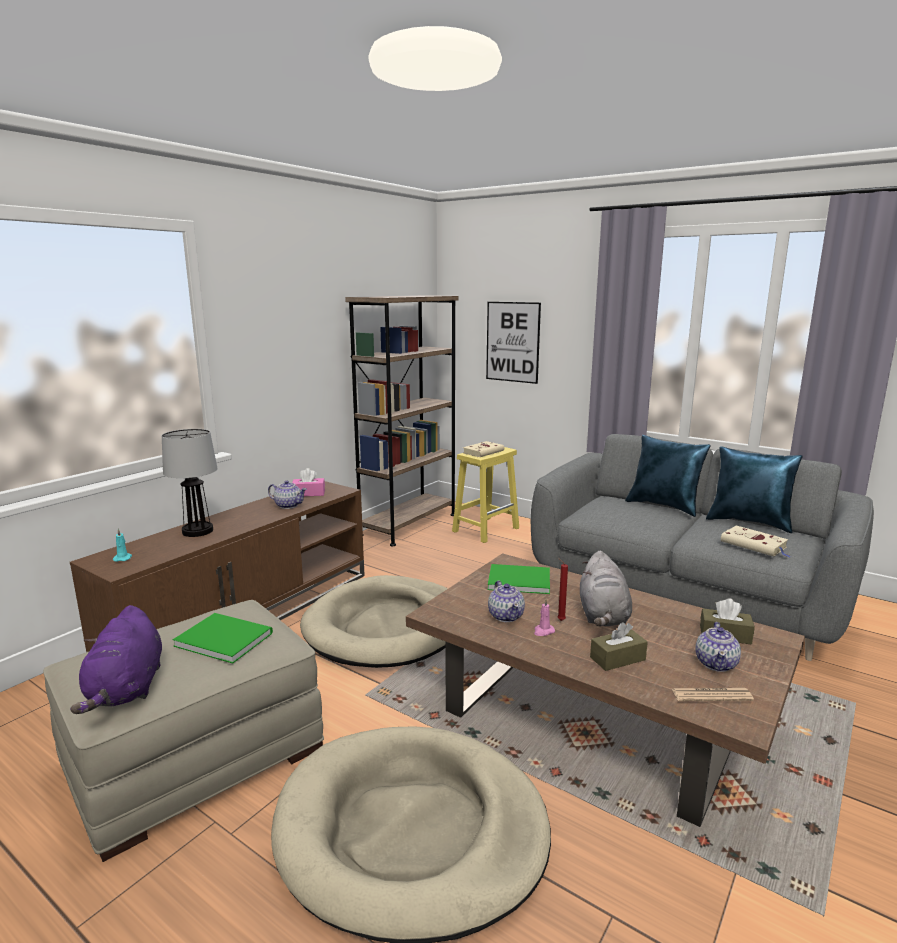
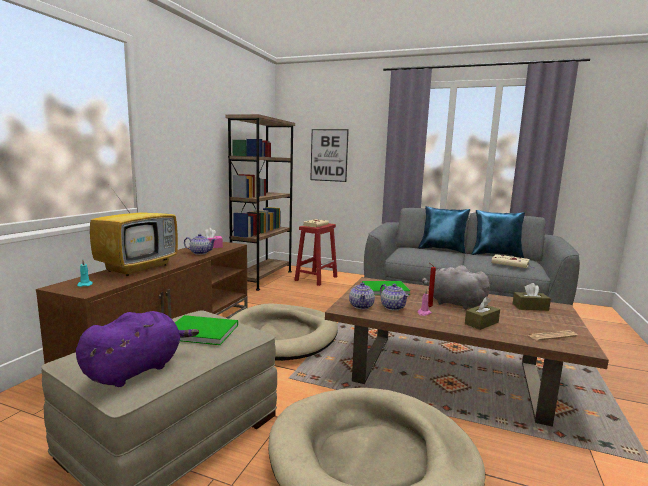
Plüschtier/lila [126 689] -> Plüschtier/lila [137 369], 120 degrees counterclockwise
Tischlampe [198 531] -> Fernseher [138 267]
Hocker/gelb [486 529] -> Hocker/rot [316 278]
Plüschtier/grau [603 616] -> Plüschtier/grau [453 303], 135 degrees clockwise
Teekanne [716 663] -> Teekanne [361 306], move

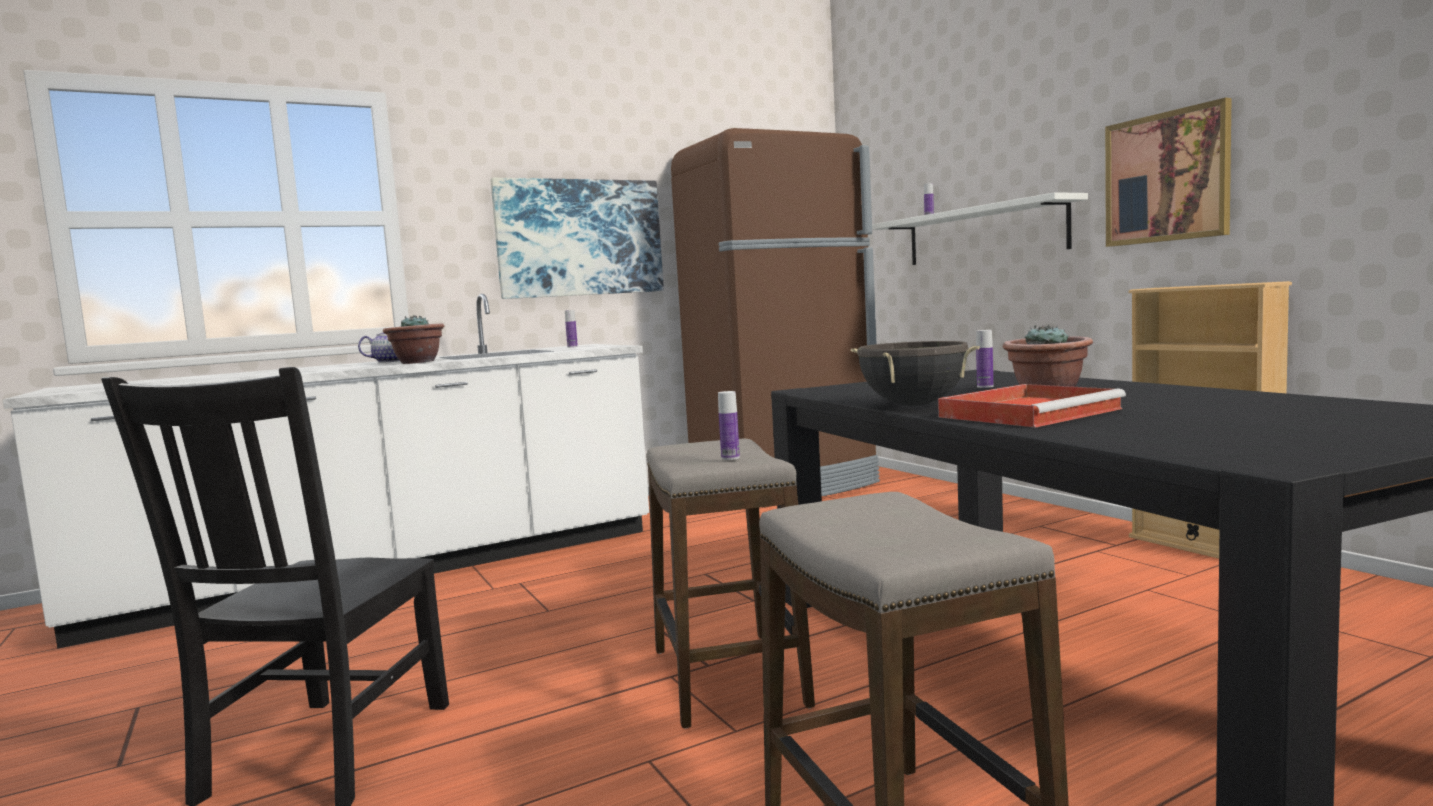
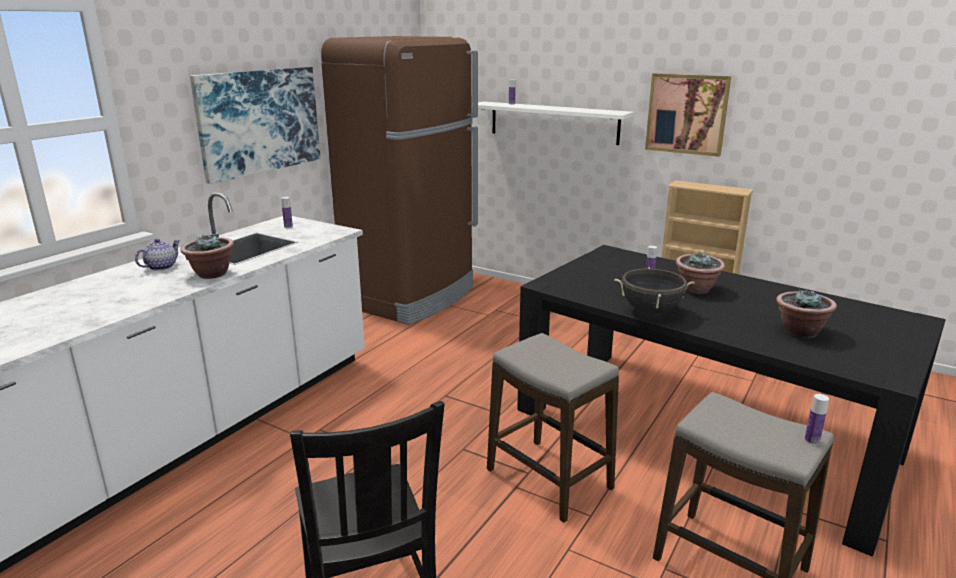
Flasche [730 458] -> Flasche [812 440], move
Tablett/rot [1030 412] -> none
none -> Topfpflanze [799 331]

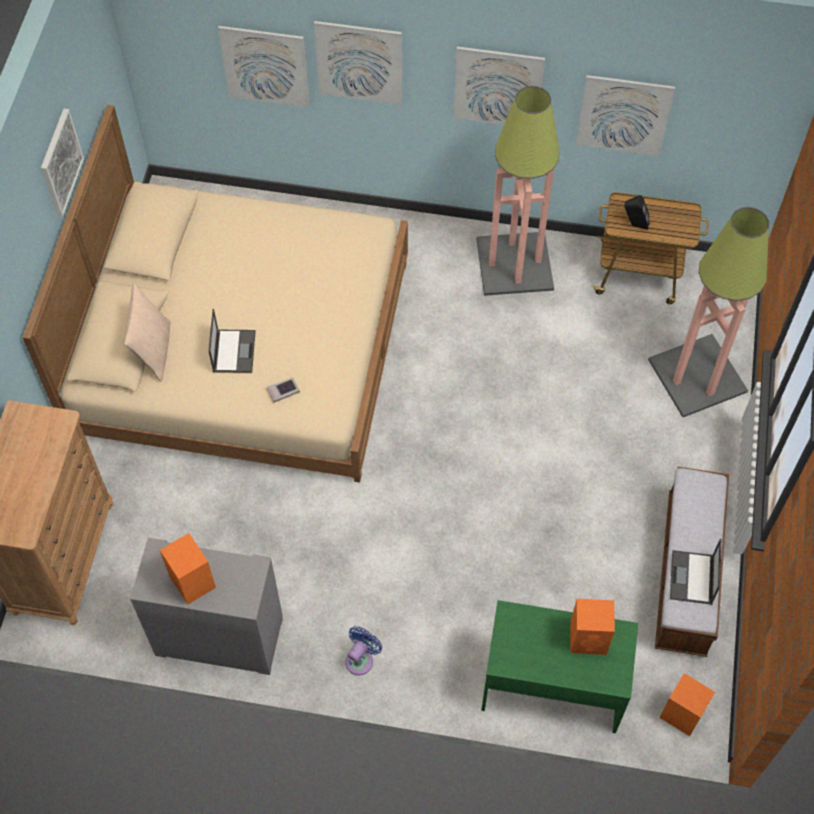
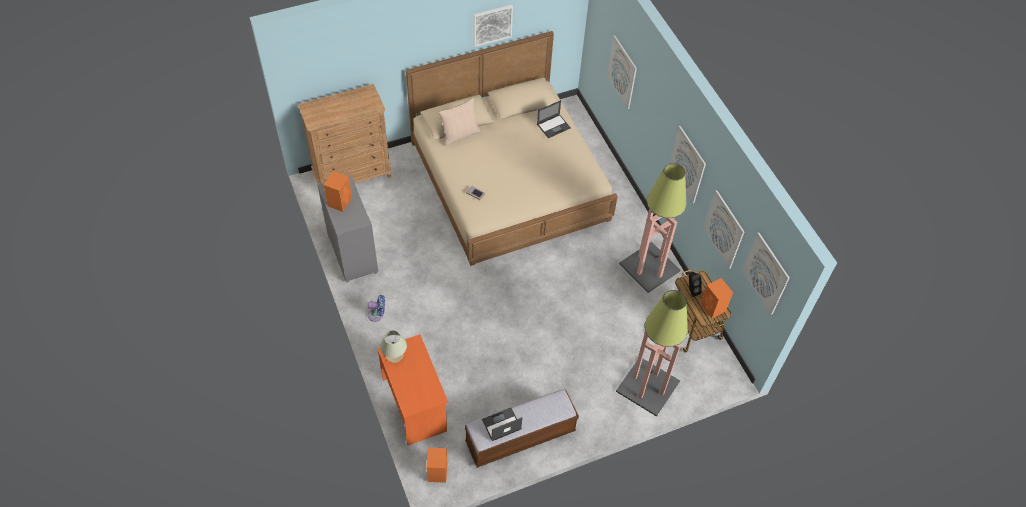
Laptop [234 351] -> Laptop [553 126], move
Bild [359 62] -> Bild [766 273], move
Schreibtisch/grün [552 686] -> Schreibtisch/orange [415 404]
Lautsprecher/orange [589 638] -> Lautsprecher/orange [713 308], move
none -> Tischlampe/beige [394 355]

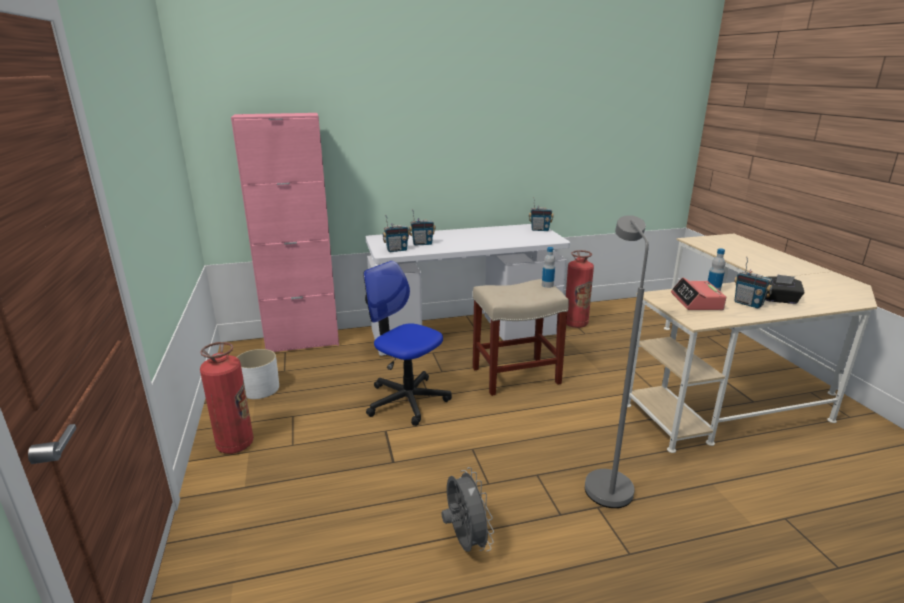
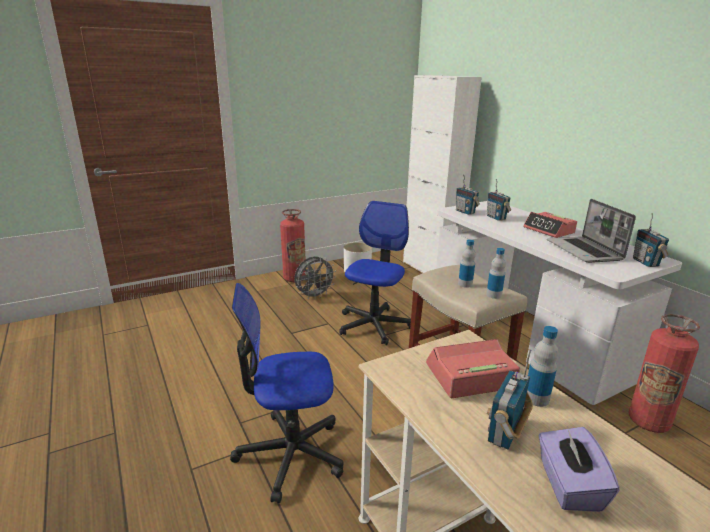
Schrank/rosa [303 342] -> Schrank/weiß [430 269]
Ventilator/grau [465 541] -> Ventilator/grau [314 296], move
Stehlampe/grau [606 481] -> Bürostuhl [290 453]
Taschentuchbox/schwarz [779 300] -> Taschentuchbox/lila [568 485]
none -> Flasche [465 284]
none -> Wecker [549 230]
none -> Laptop [585 251]

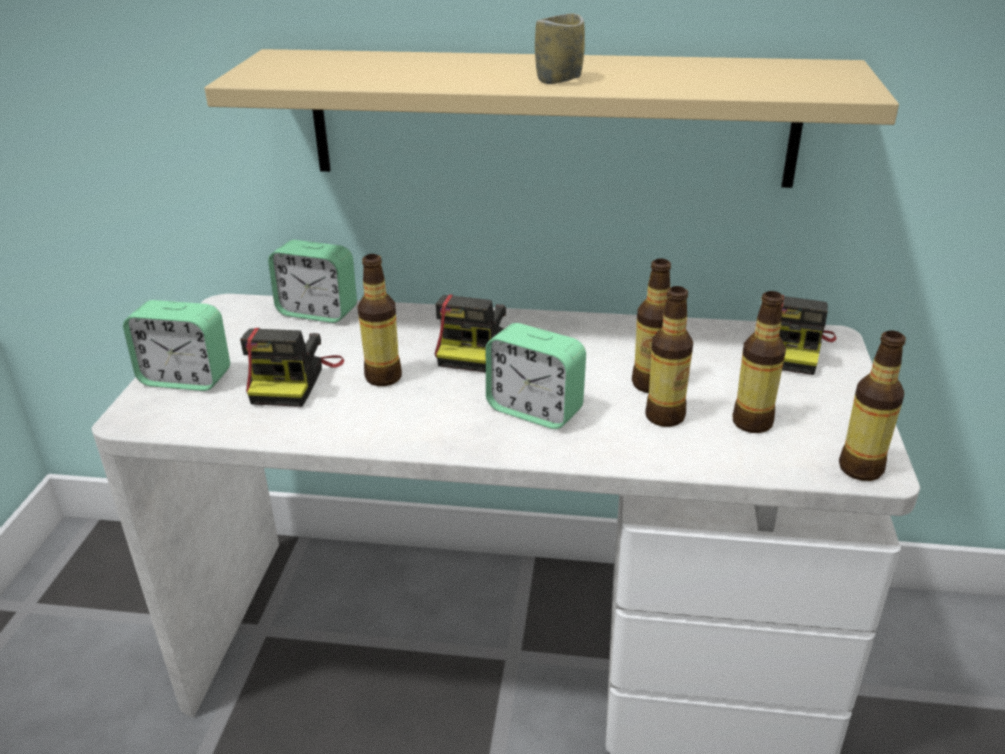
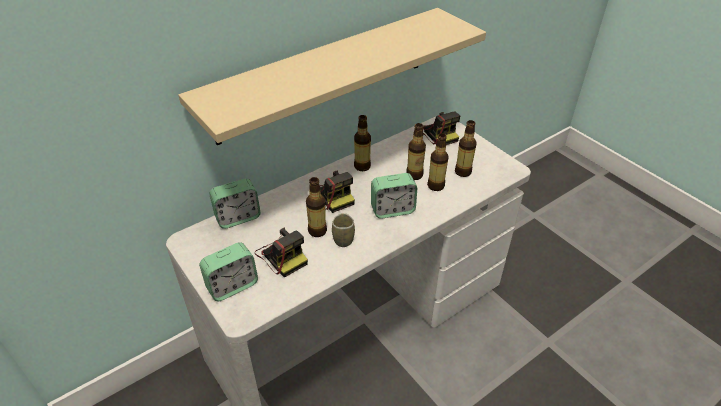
Tasse [559 79] -> Tasse [343 240], move
Flasche [860 468] -> Flasche [362 166], move

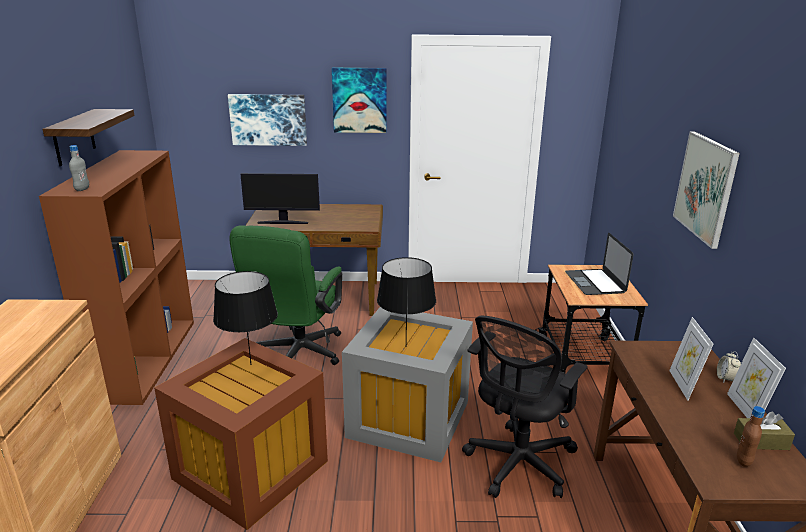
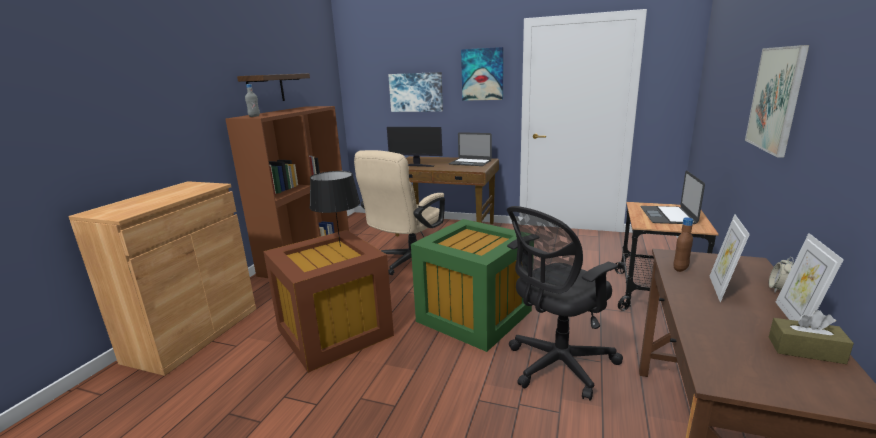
Bürostuhl/grün [296 356] -> Bürostuhl/beige [408 263]
Aufbewahrungsbox/grau [411 418] -> Aufbewahrungsbox/grün [476 316]
Tischlampe/schwarz [405 346] -> none
Flasche/braun [744 461] -> Flasche/braun [680 269], move
none -> Laptop [470 162]

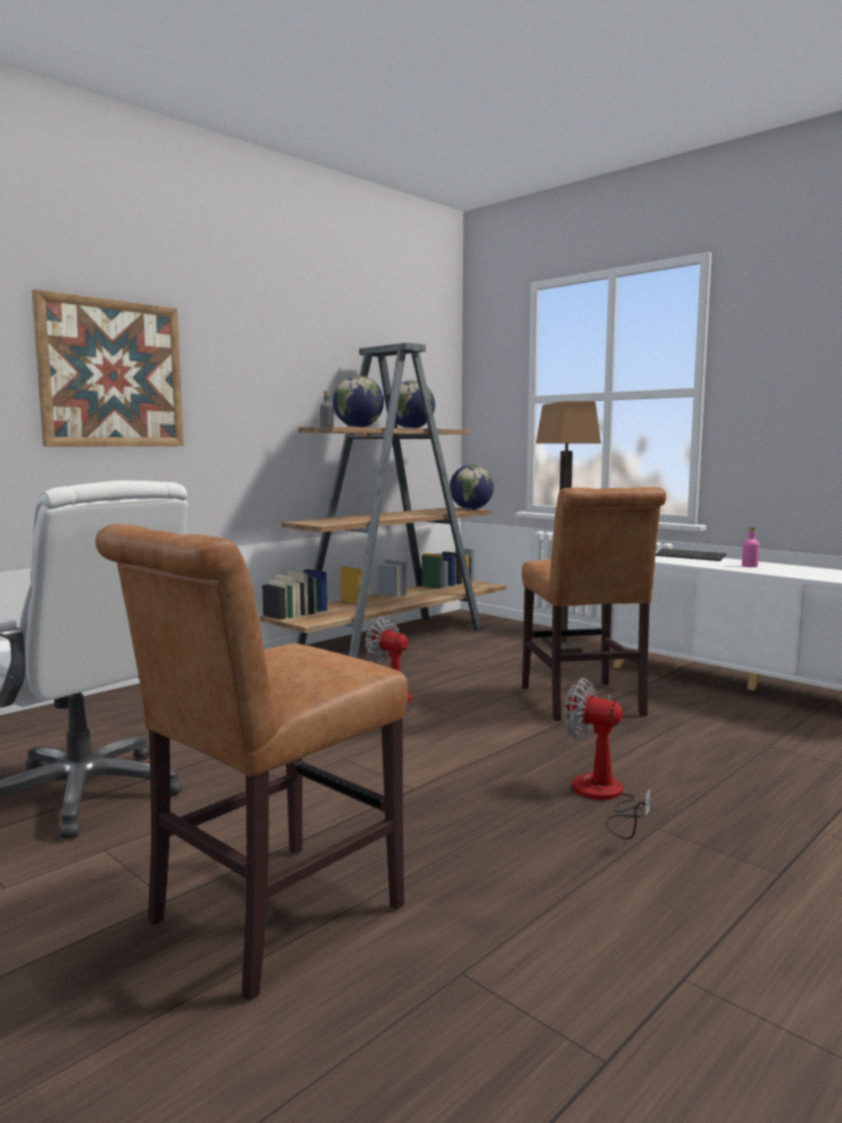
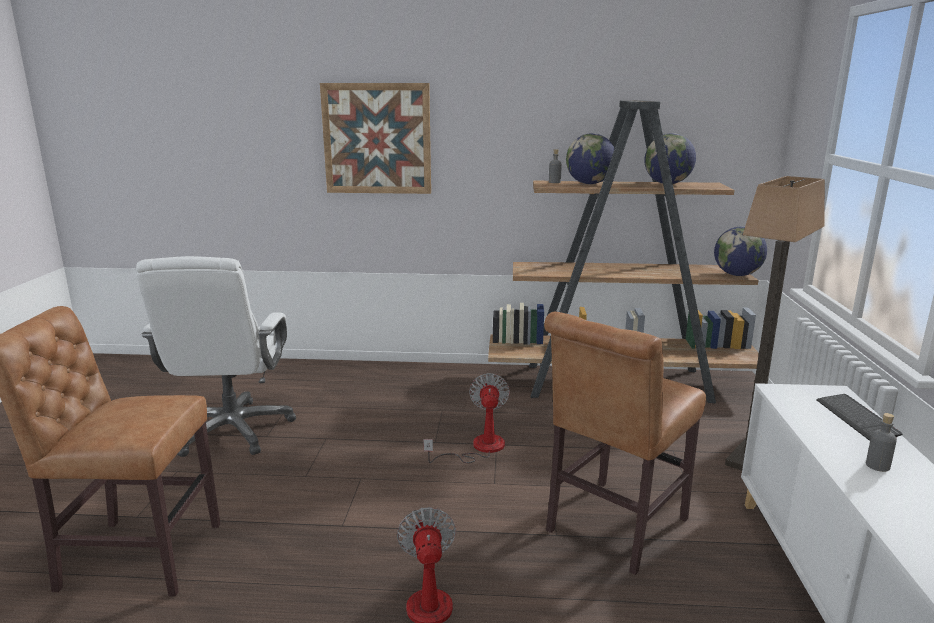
Flasche/rosa [749 566] -> Flasche/grau [877 466]

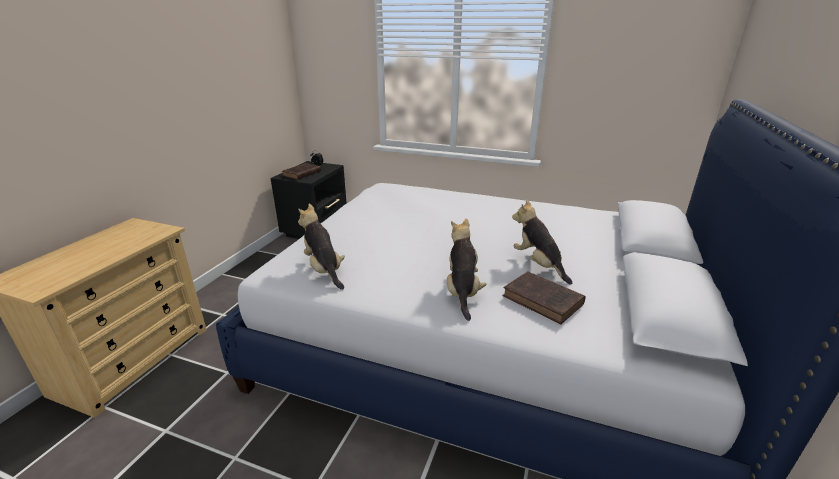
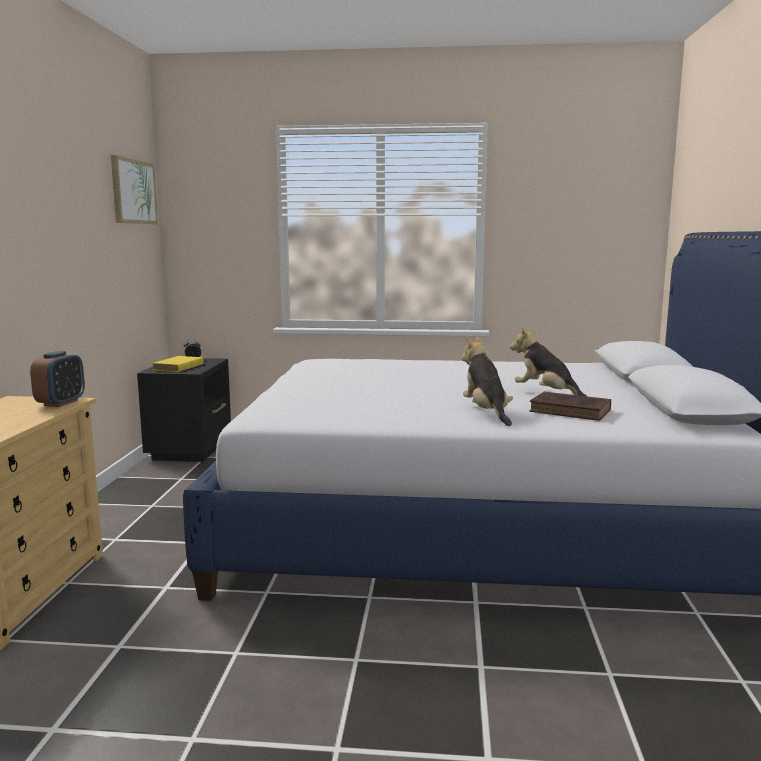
Buch/braun [301 174] -> Buch/gelb [177 367]
Plüschtier [324 270] -> none
none -> Wecker [61 403]
none -> Bild [133 192]

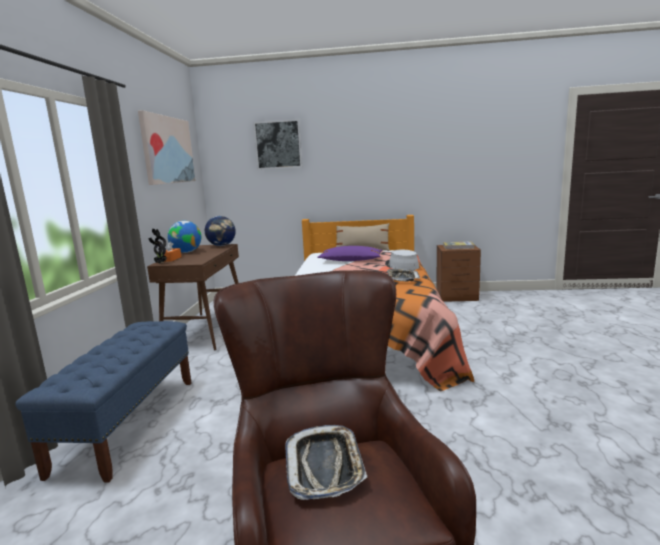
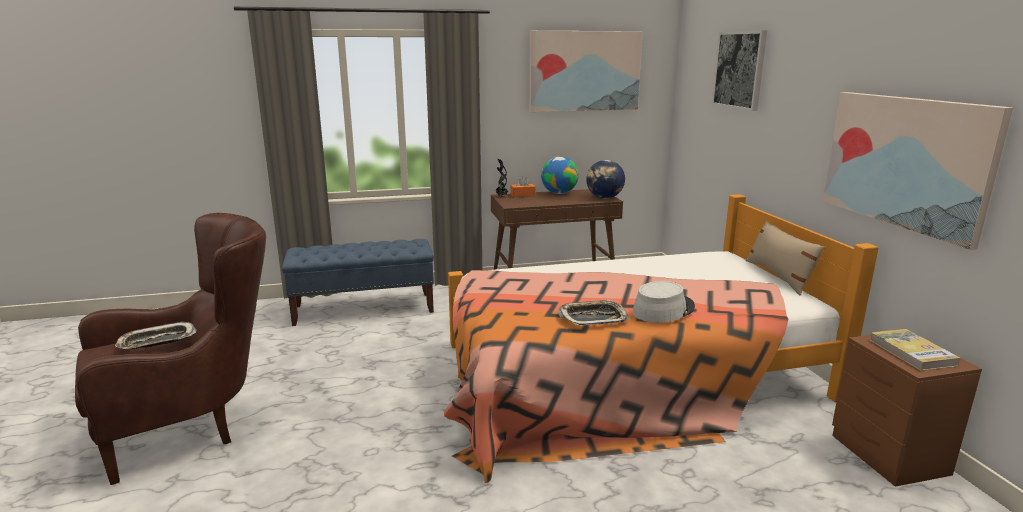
Kissen/lila [351 260] -> none
none -> Bild [906 162]

